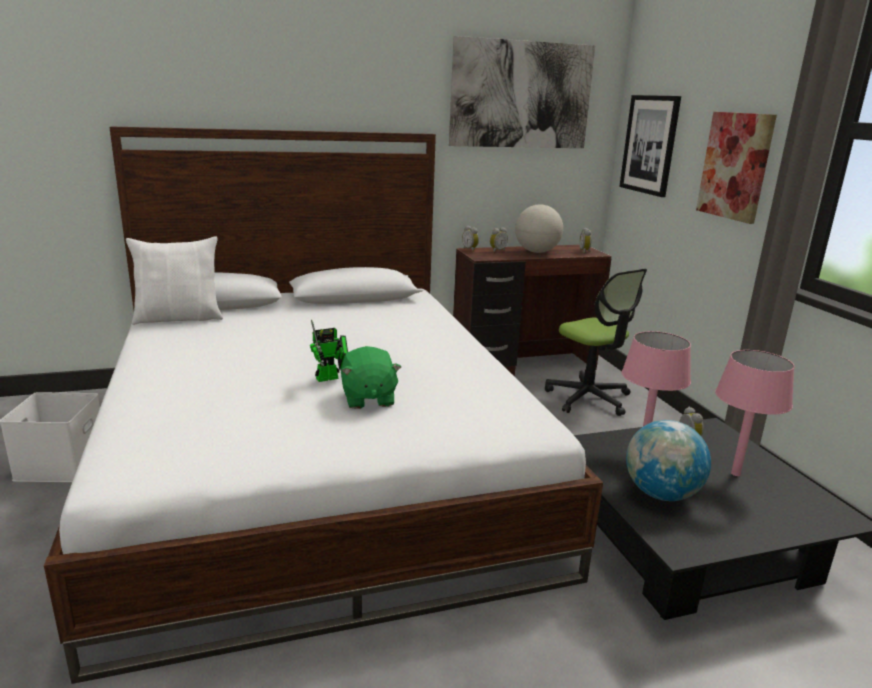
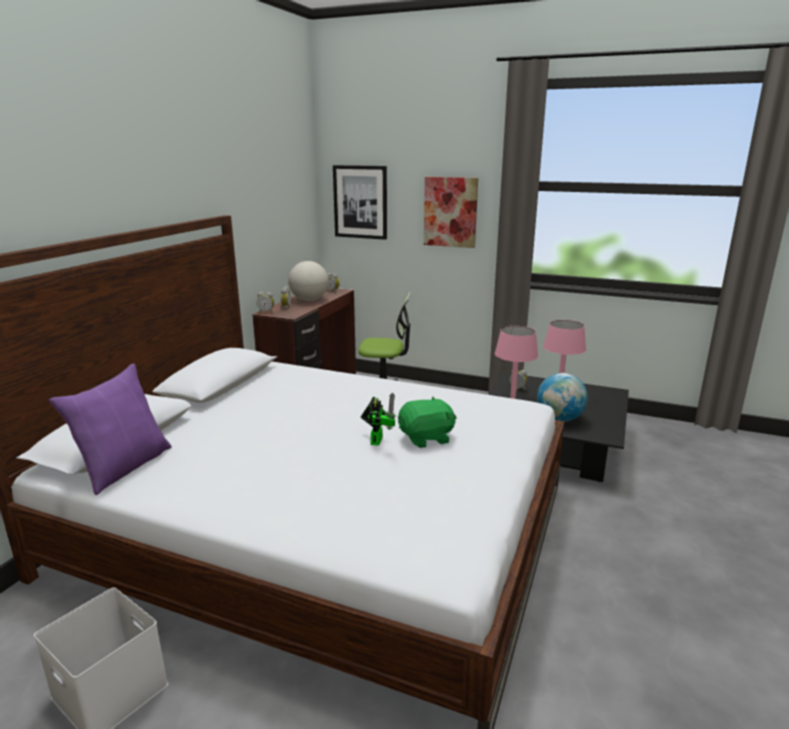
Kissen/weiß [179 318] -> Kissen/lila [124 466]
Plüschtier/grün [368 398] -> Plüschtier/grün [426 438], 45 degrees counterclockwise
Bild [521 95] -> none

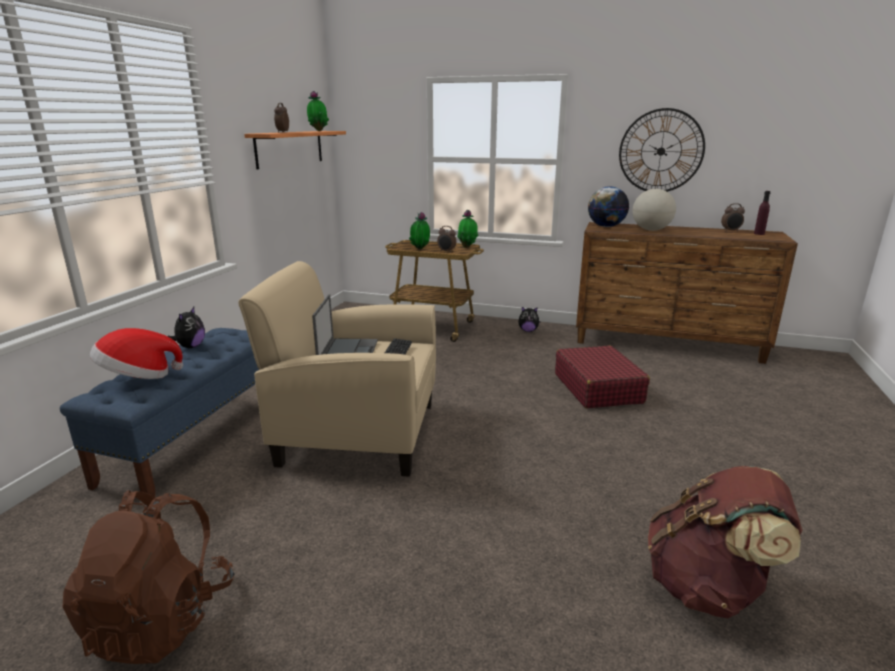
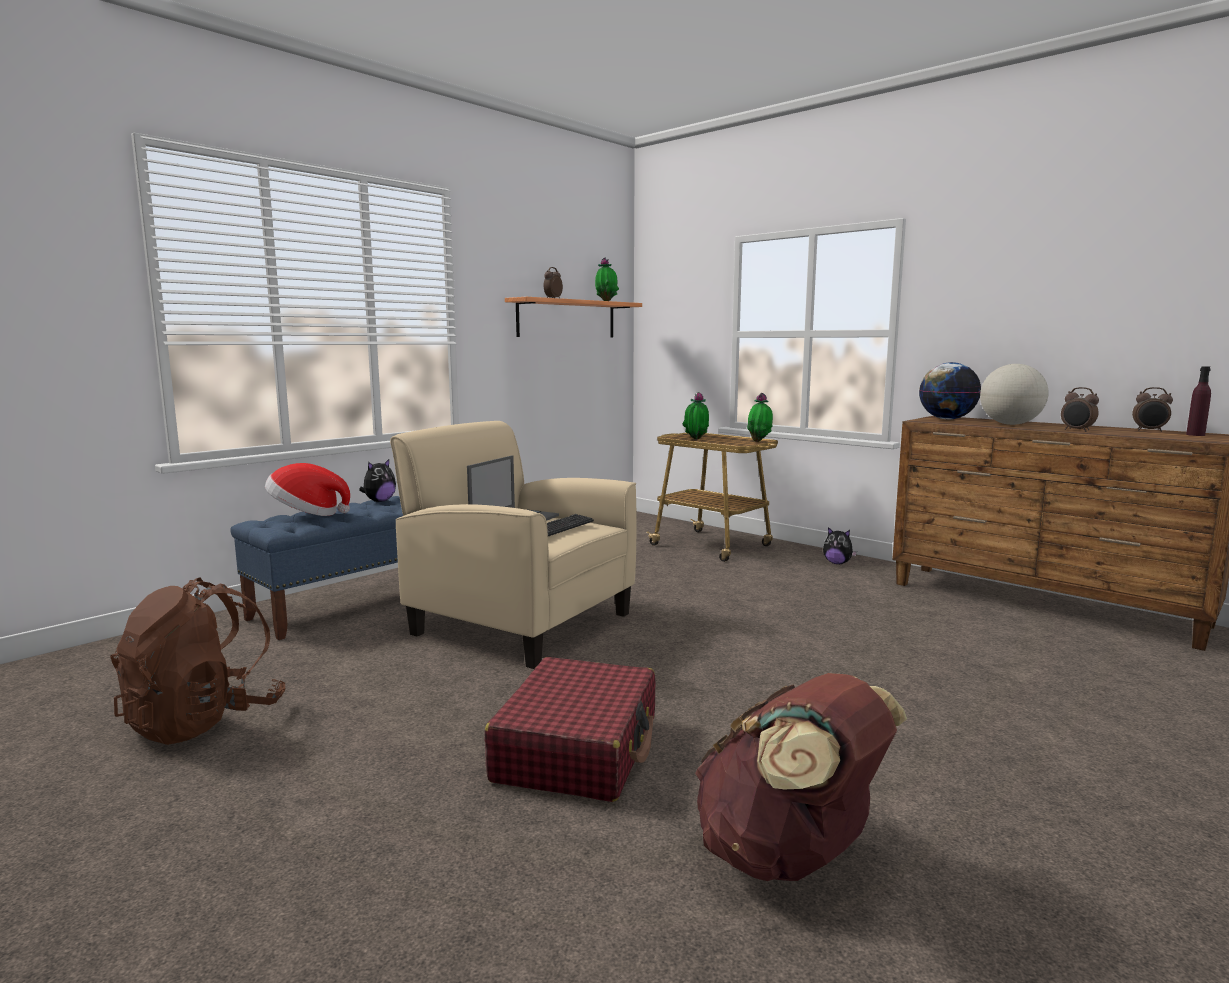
Wecker [446 251] -> Wecker [1077 430], move
Koffer/rot [598 388] -> Koffer/rot [578 749], move
Wanduhr [661 151] -> none

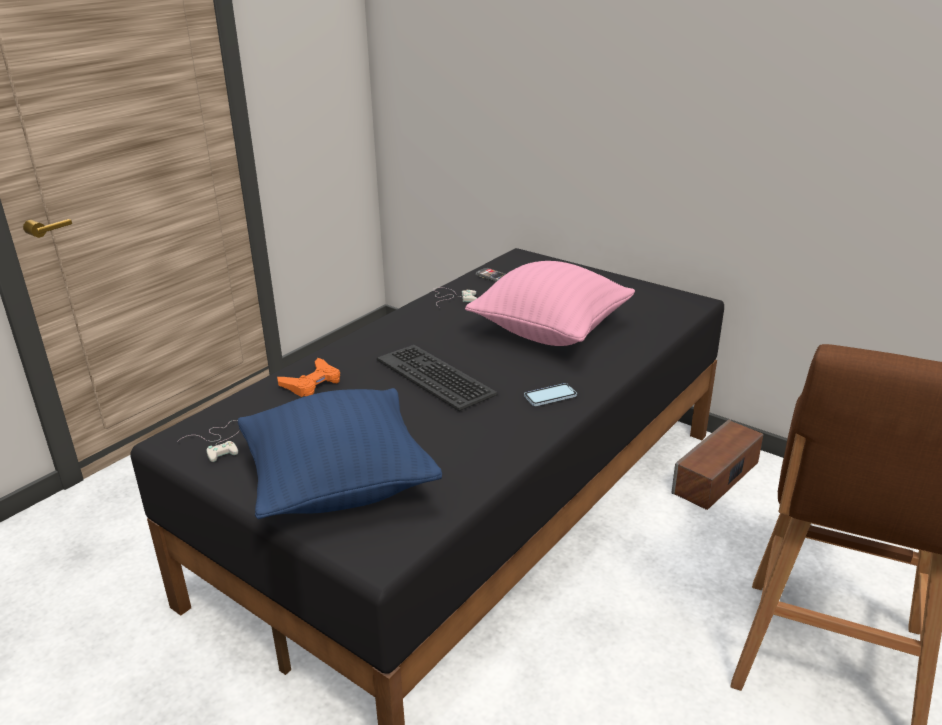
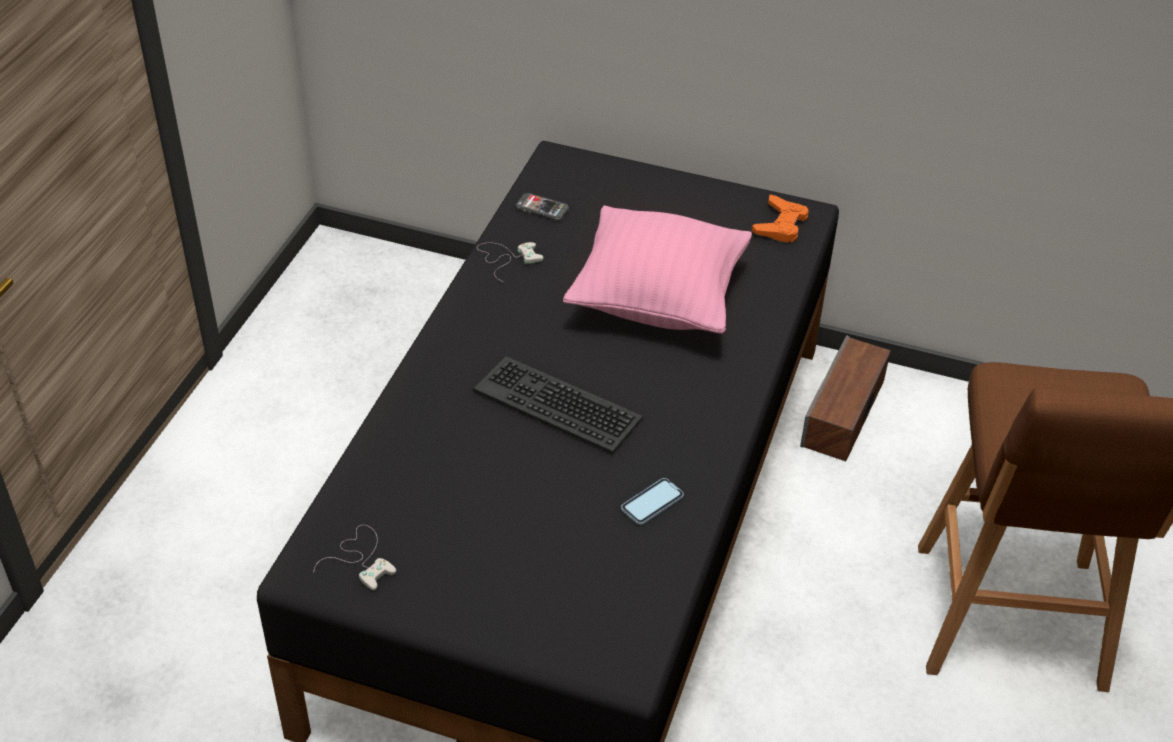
Kissen/blau [339 486] -> none
Gamepad/orange [312 383] -> Gamepad/orange [780 225], move
Handy [550 396] -> Handy [652 503], move

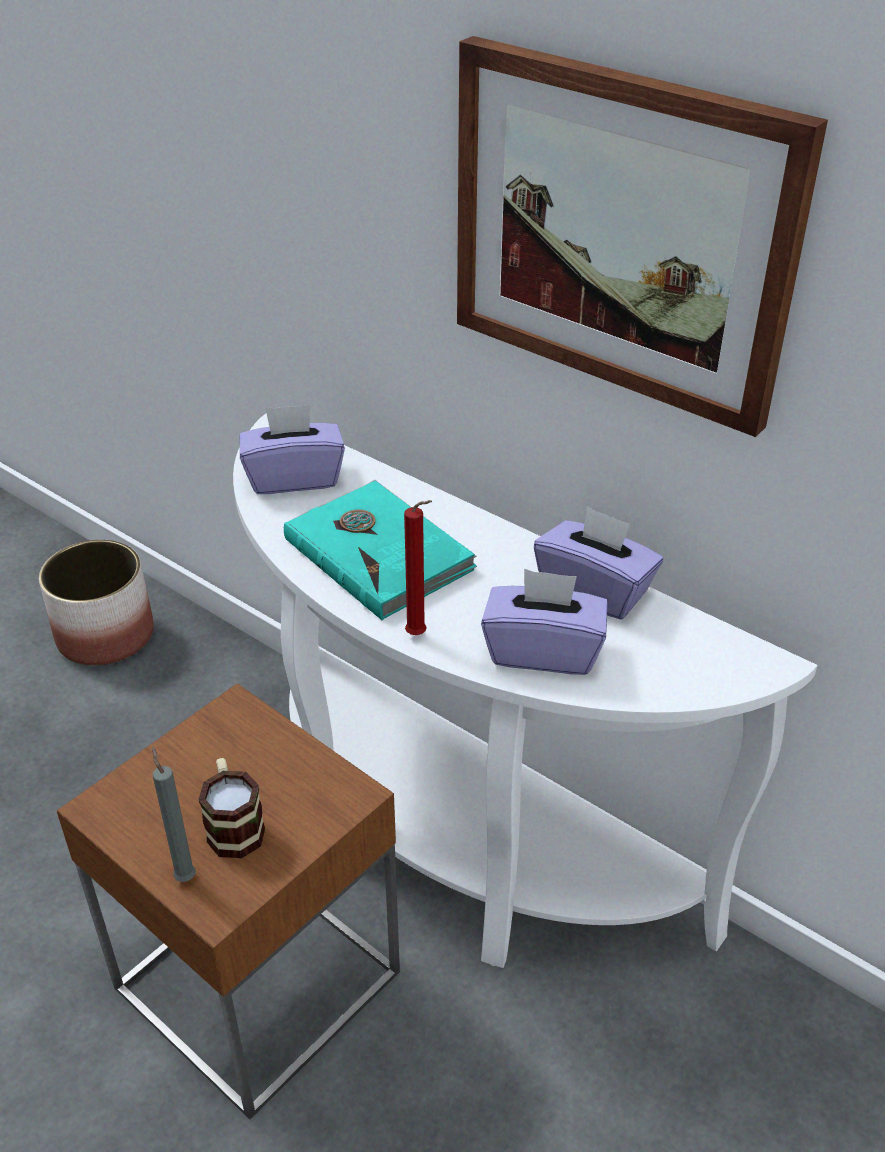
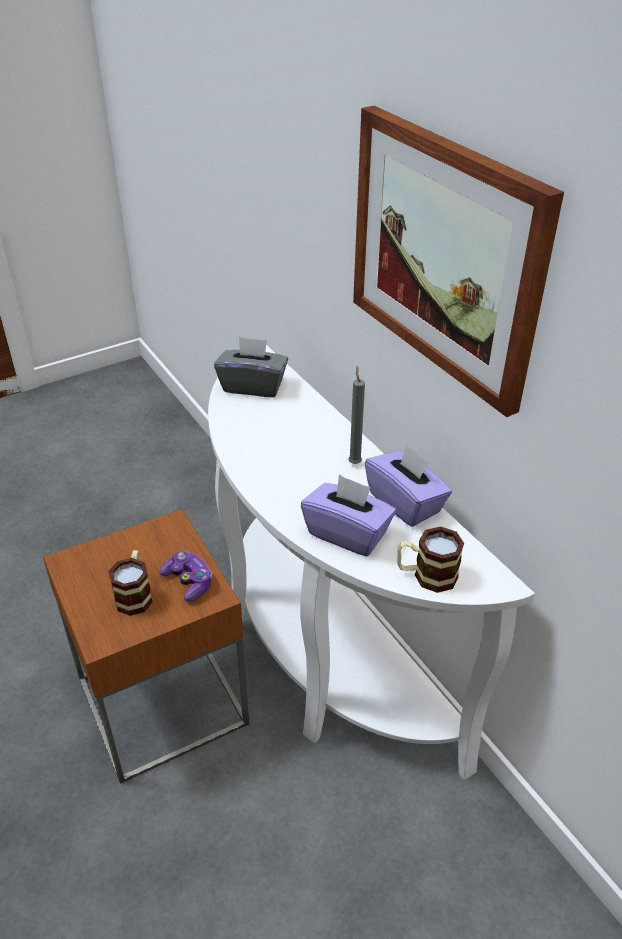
Pflanzkübel [105 635] -> none
Kerze/grau [184 875] -> Kerze/grau [354 462], move
Taschentuchbox/lila [294 477] -> Taschentuchbox/grau [253 386]
Buch/türkis [379 552] -> none
Kerze/rot [419 635] -> none
none -> Gamepad [188 582]
none -> Henkelbecher [426 575]

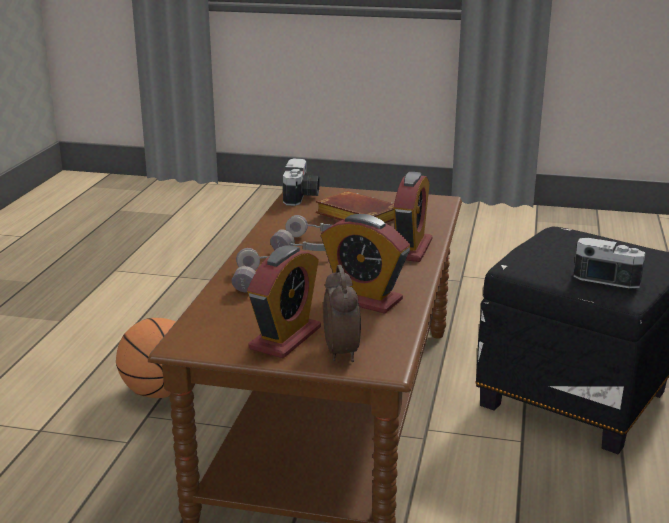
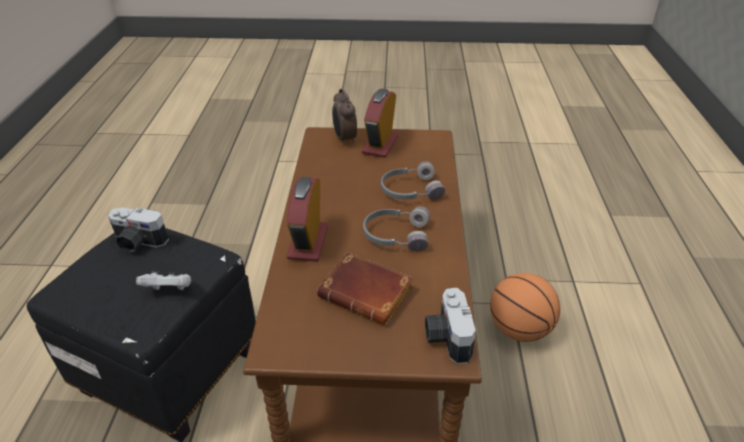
Wecker [364 299] -> none
none -> Gamepad/weiß [169 290]

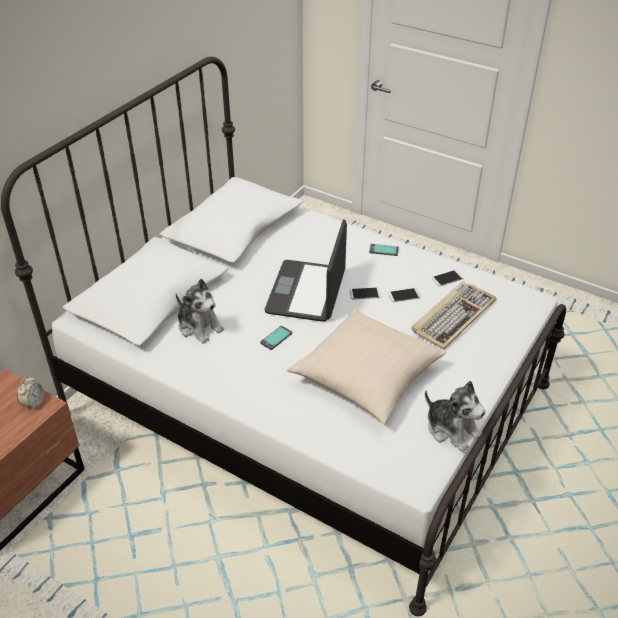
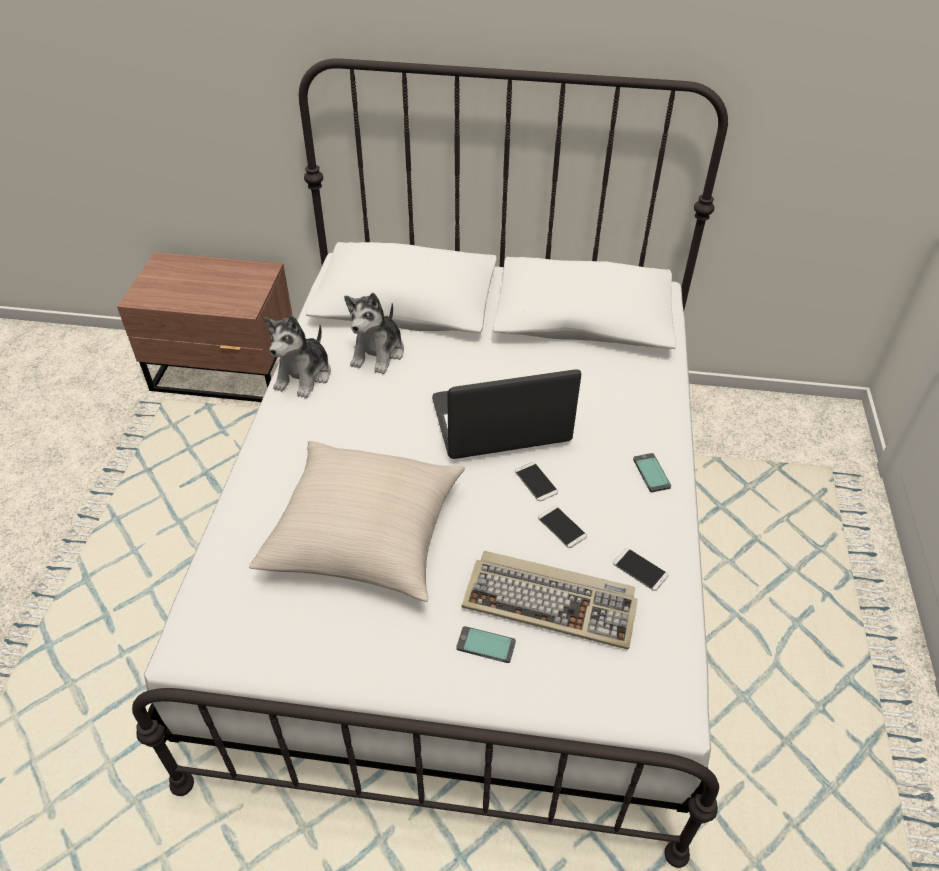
Wecker [33 403] -> none
Handy [276 338] -> Handy [486 645], move
Plüschtier [452 429] -> Plüschtier [304 376], move

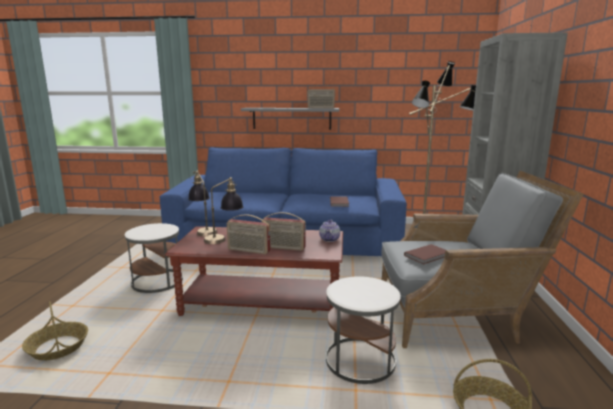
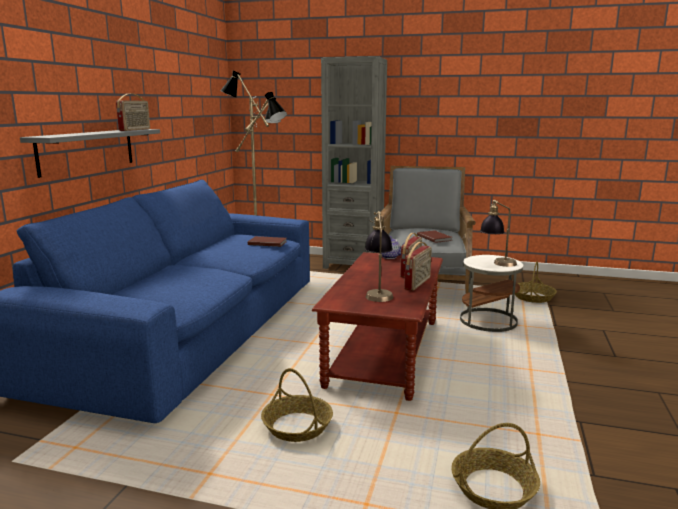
Beistelltisch/weiß [157 281] -> Korb [297 426]
Tischlampe [204 230] -> Tischlampe [497 264], move

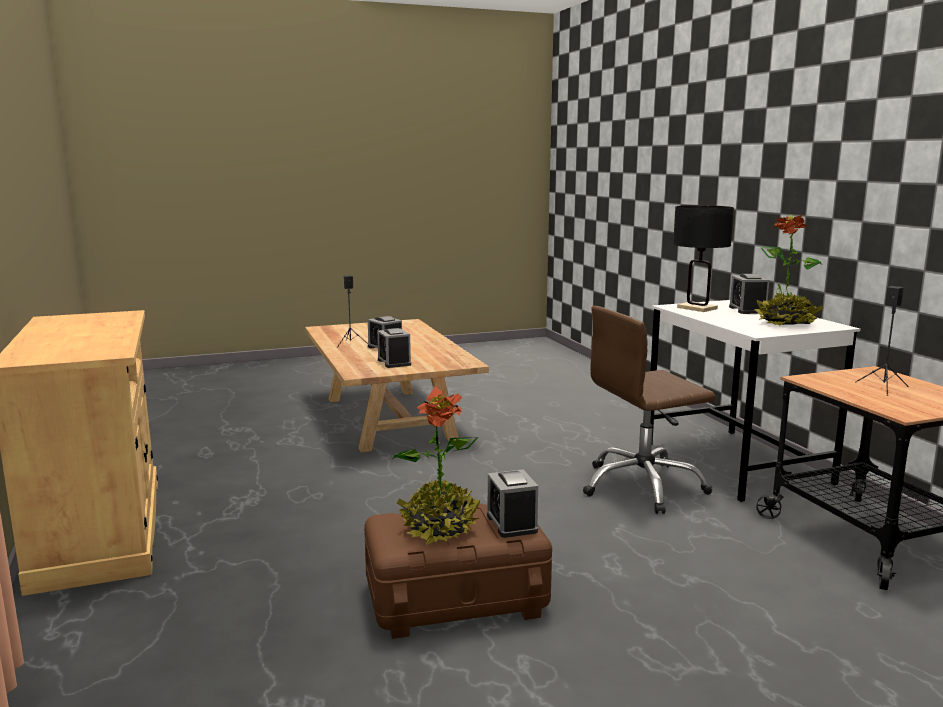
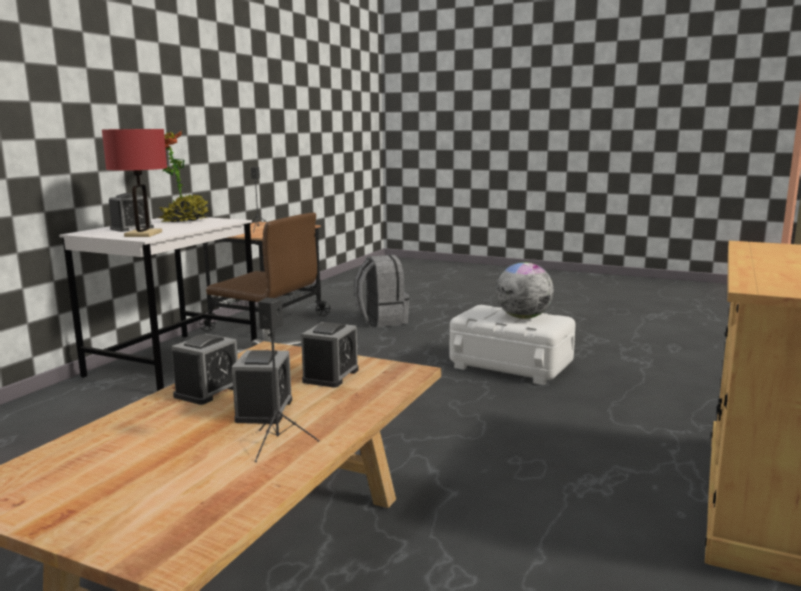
Aufbewahrungsbox/braun [455 599] -> Aufbewahrungsbox/weiß [511 365]
Topfpflanze [439 528] -> Globus [523 317]
Wecker [511 523] -> Wecker [208 391], move
Tischlampe/schwarz [697 308] -> Tischlampe/rot [143 234]
none -> Rucksack/grau [381 320]

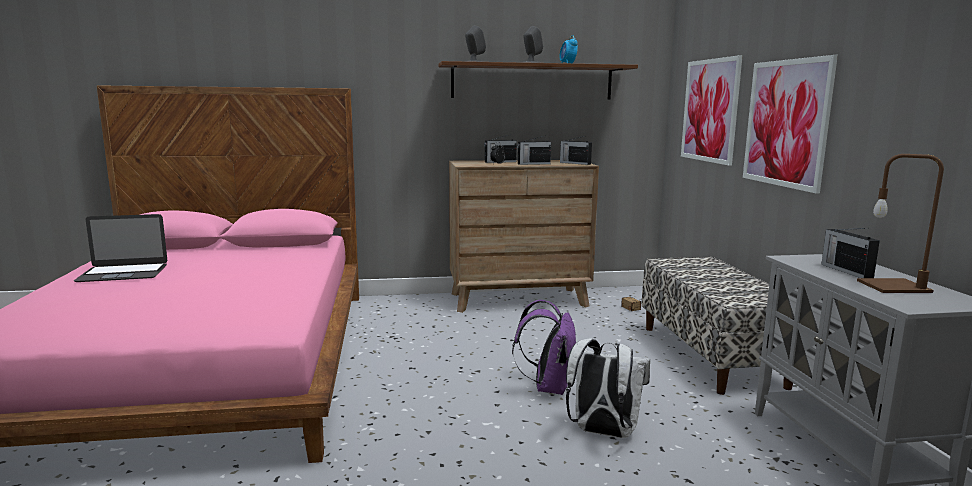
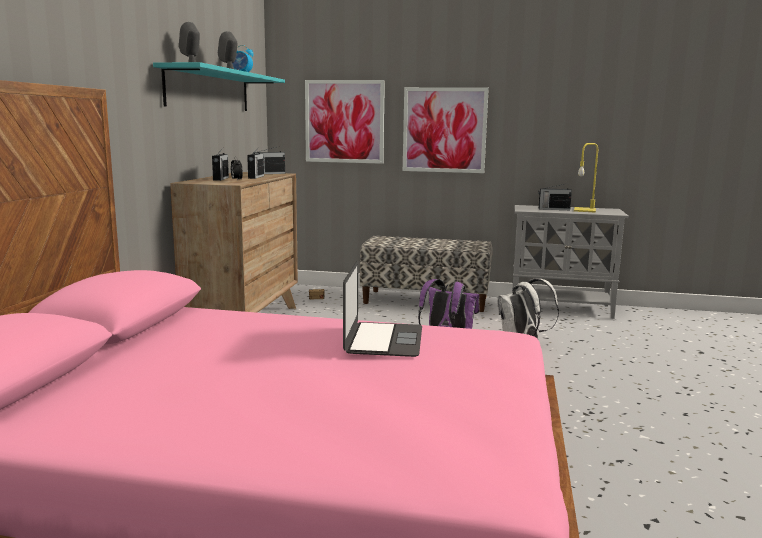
Laptop [123 273] -> Laptop [384 339], move
Wandregal/braun [532 82] -> Wandregal/türkis [209 90]
Tischlampe/braun [894 286] -> Tischlampe/gelb [584 210]

